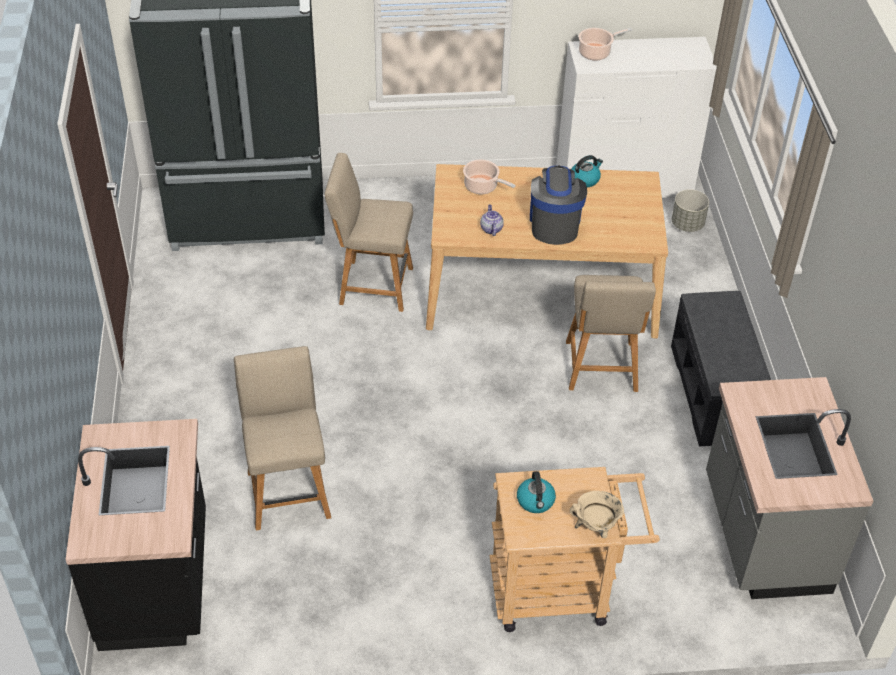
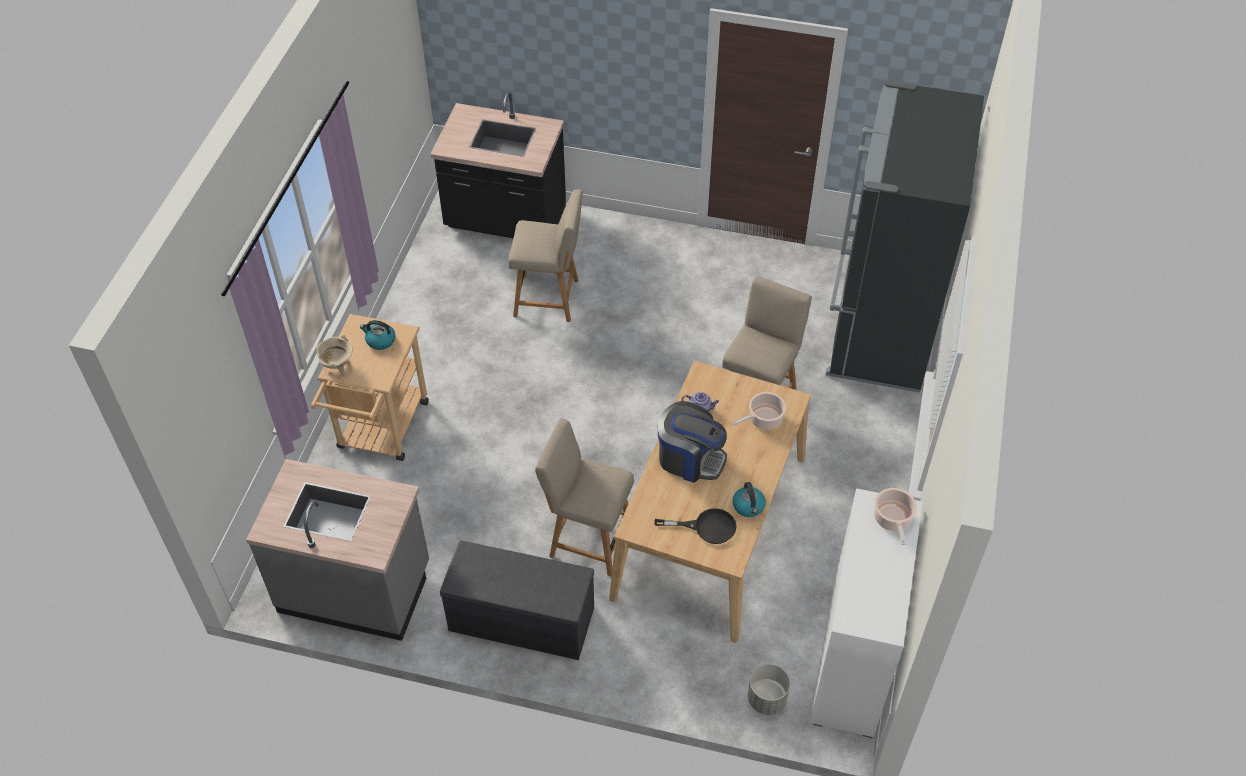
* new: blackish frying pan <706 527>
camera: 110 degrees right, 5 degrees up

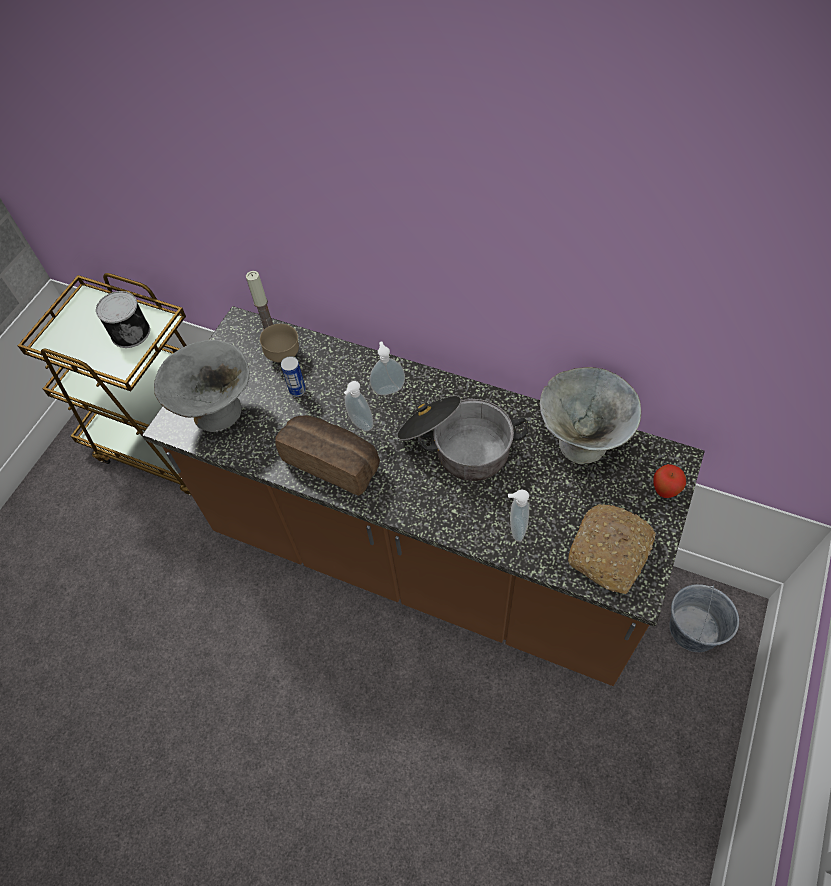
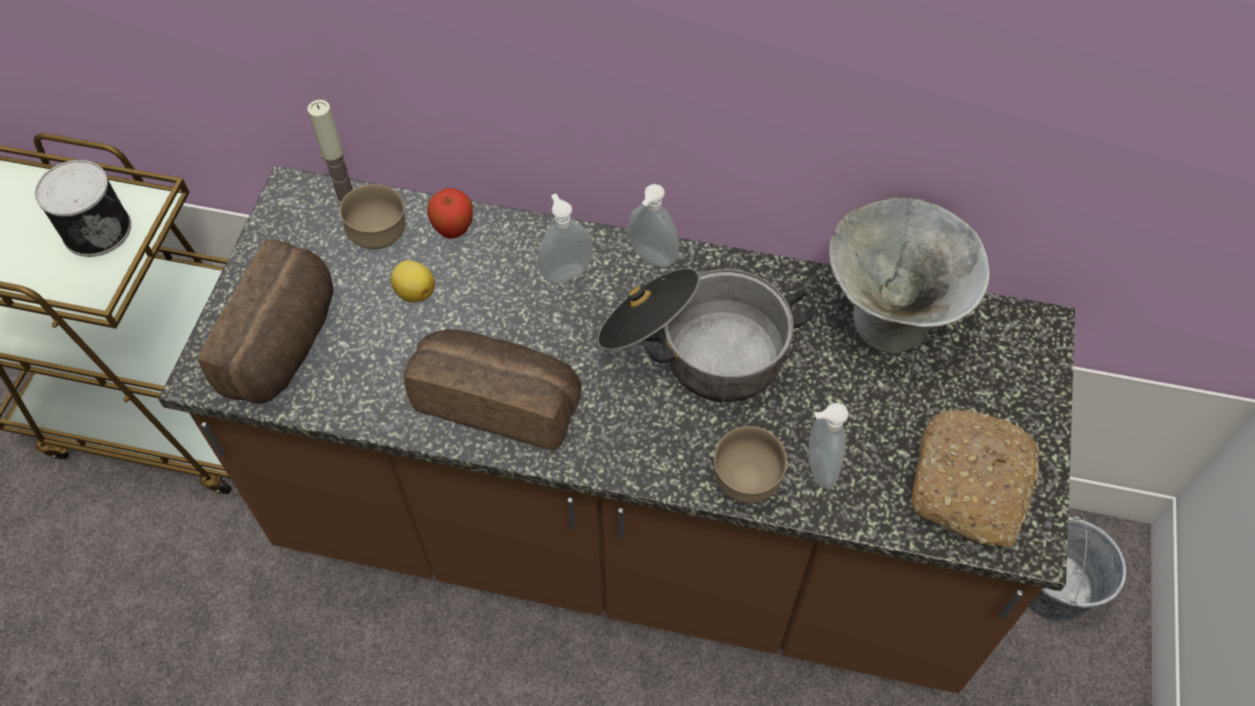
* swapped: greyish deep dish <218 413> to bakery bread <286 345>
* swapped: metal can <297 390> to whole lemon <414 291>
* shifted: liquid soap bottle <359 424> to <651 259>
* shifted: apple fruit <664 491> to <454 230>
* new: brownish deep dish <746 483>
camera: 15 degrees left, 0 degrees up

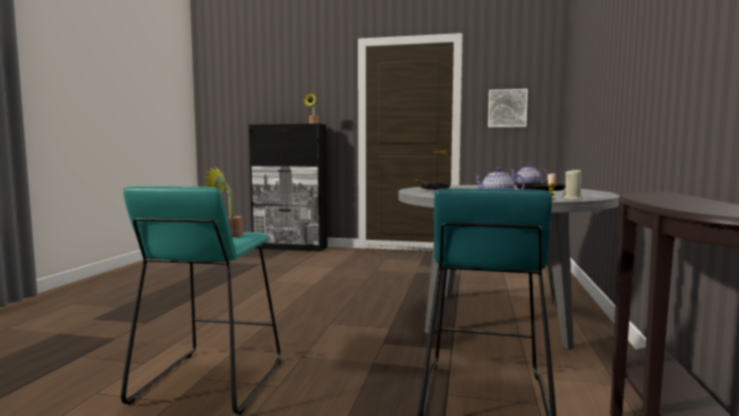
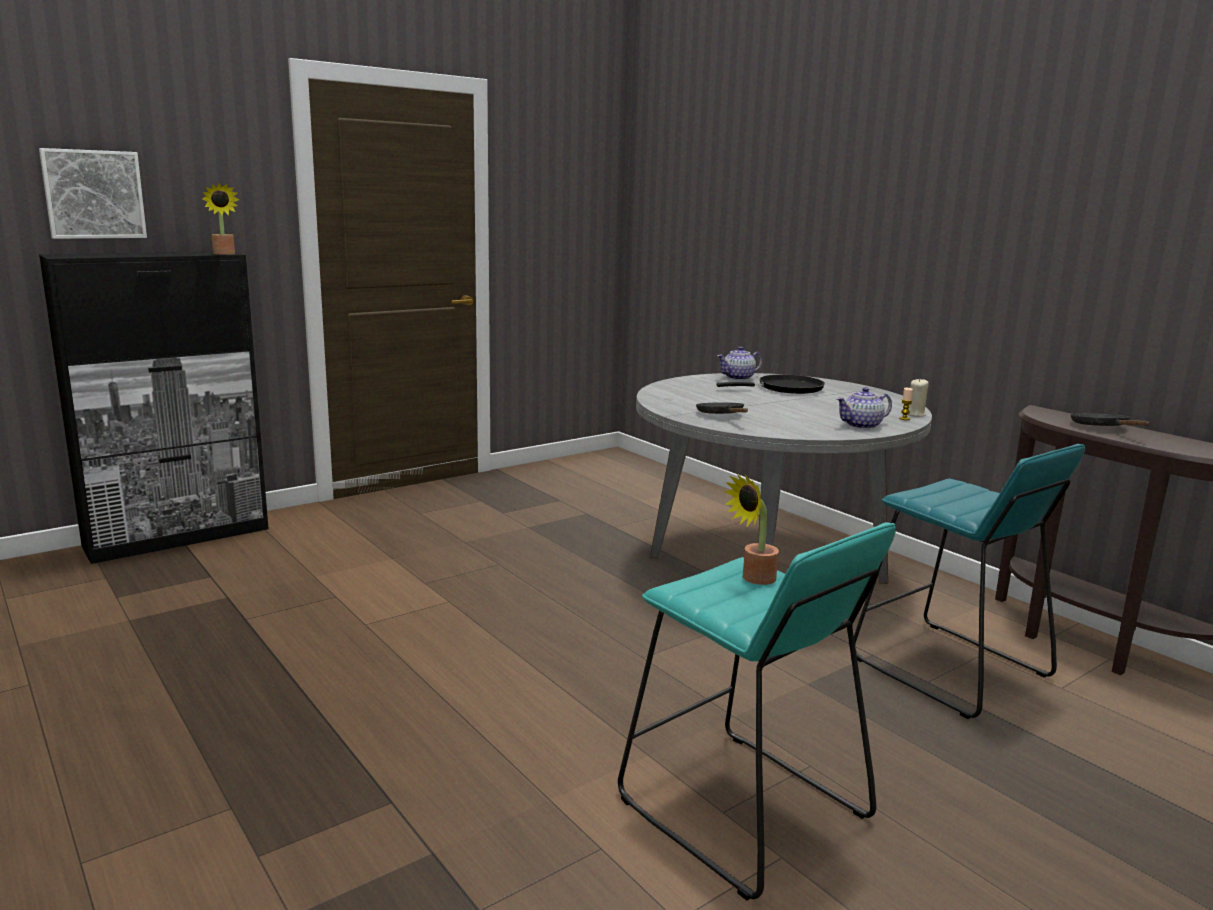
* shifted: wall art <507 108> to <94 194>
* new: blackish frying pan <1102 428>
camera: 50 degrees left, 10 degrees up

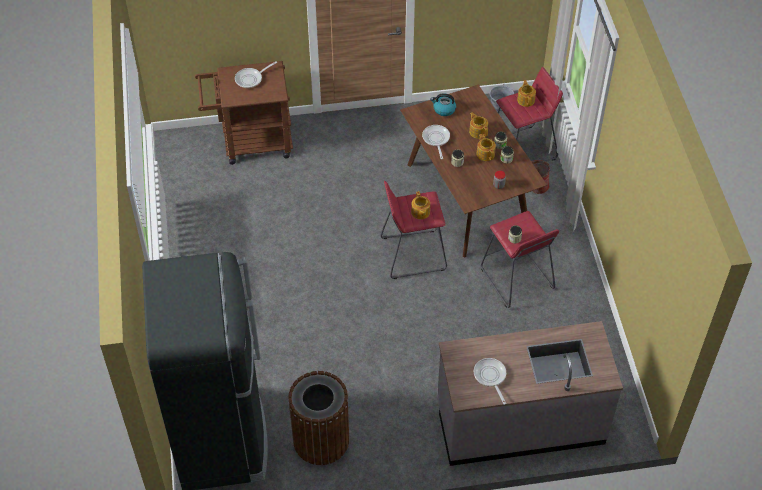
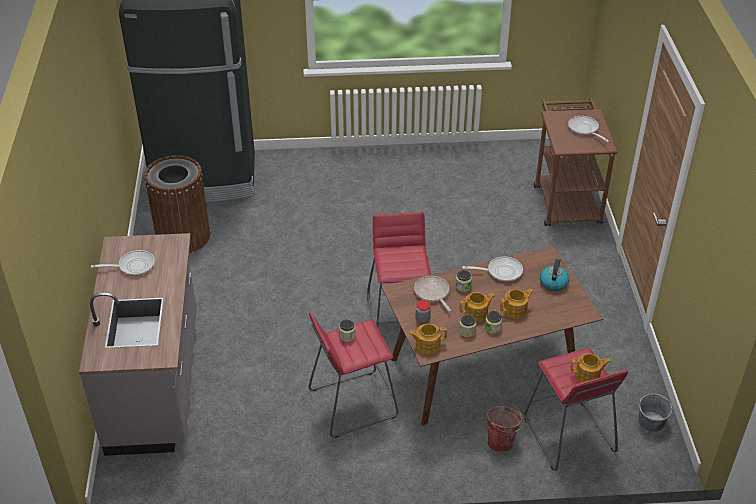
* shifted: teapot <420 212> to <427 344>
* new: frying pan <432 293>
camera: 95 degrees right, 10 degrees down

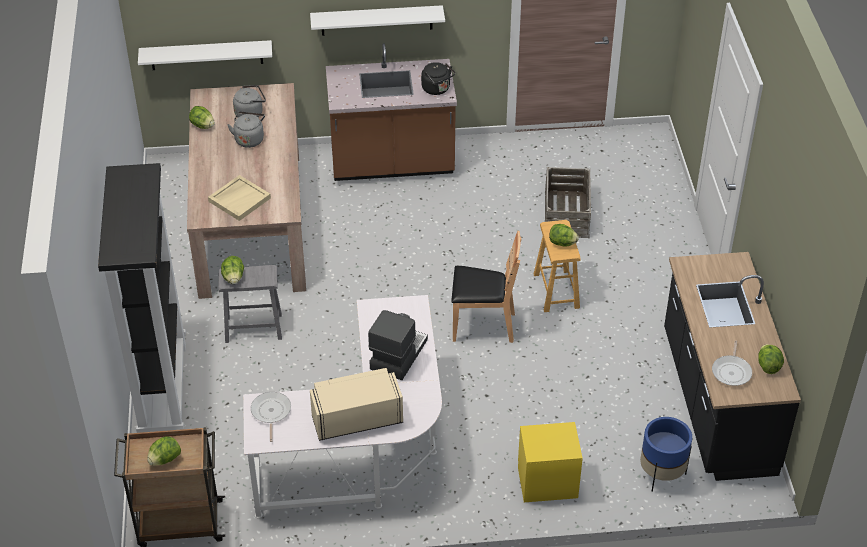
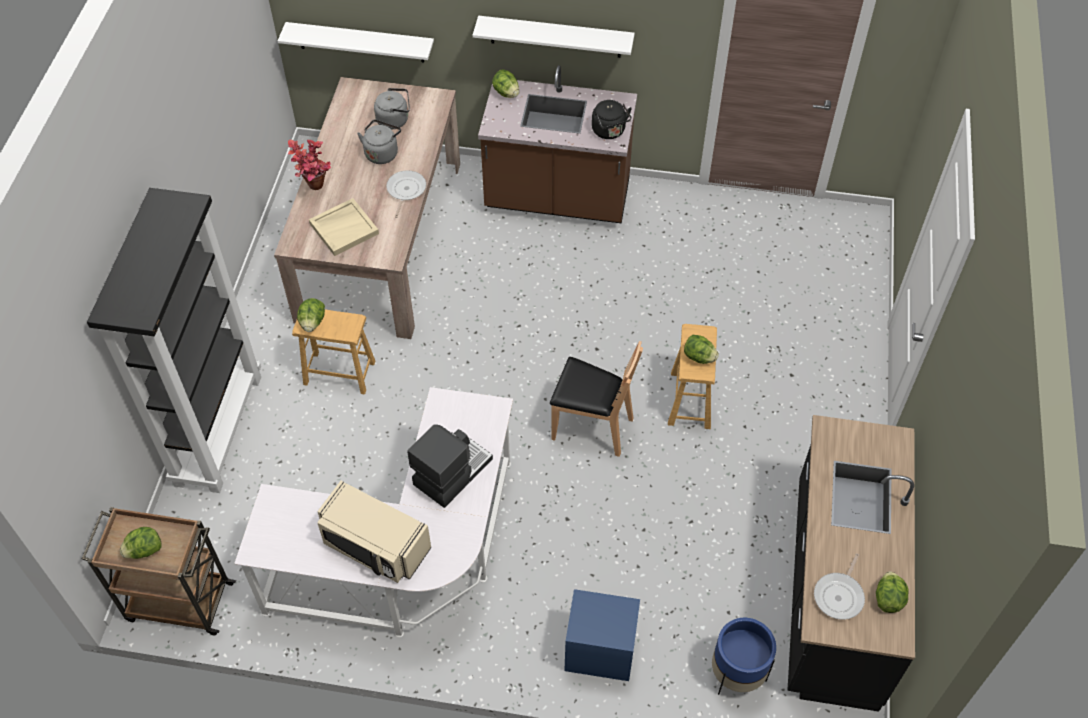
* shifted: lettuce <202 126> to <506 93>
* repainted: greyish sitting stool <253 328> to brownish sitting stool <339 373>
* shifted: frying pan <271 412> to <405 190>
* rotated: beige microwave <356 418> = <375 546> 150 degrees counterclockwise
* repainted: yellow night table <547 482> to blue-coloured night table <600 651>
* gone: crate <565 214>
* new: plant in a pot <315 189>
camera: 15 degrees right, 10 degrees up

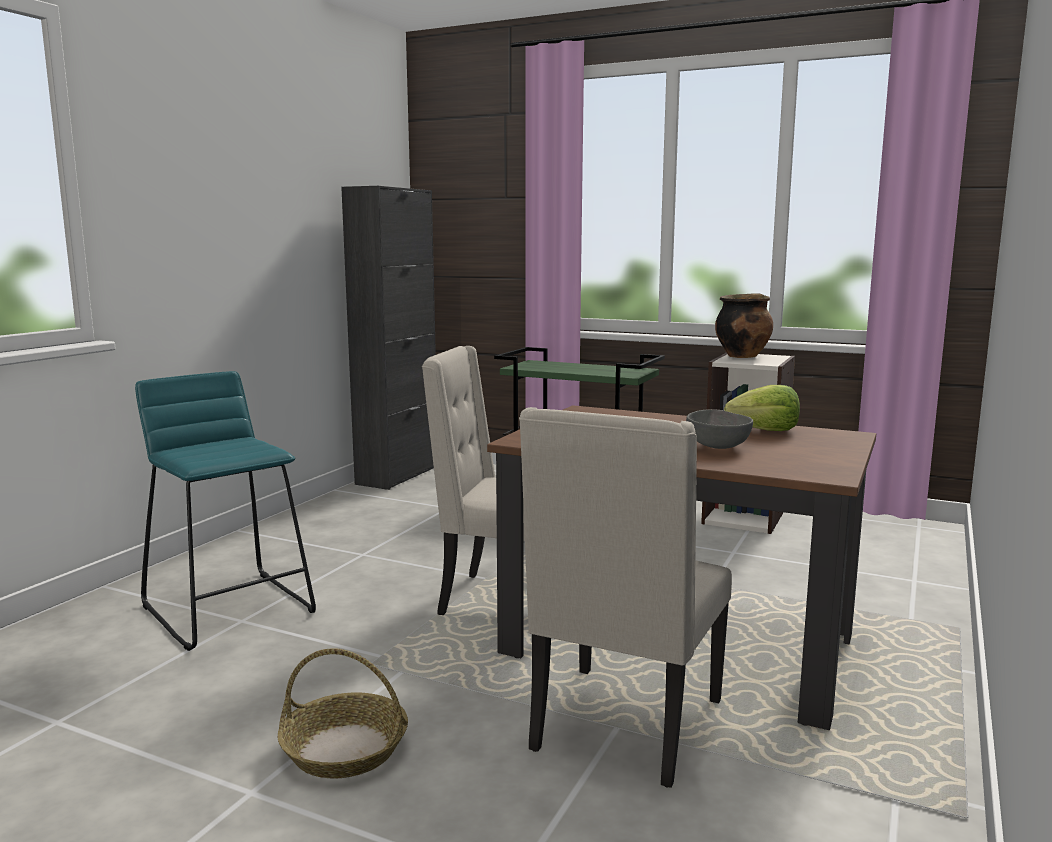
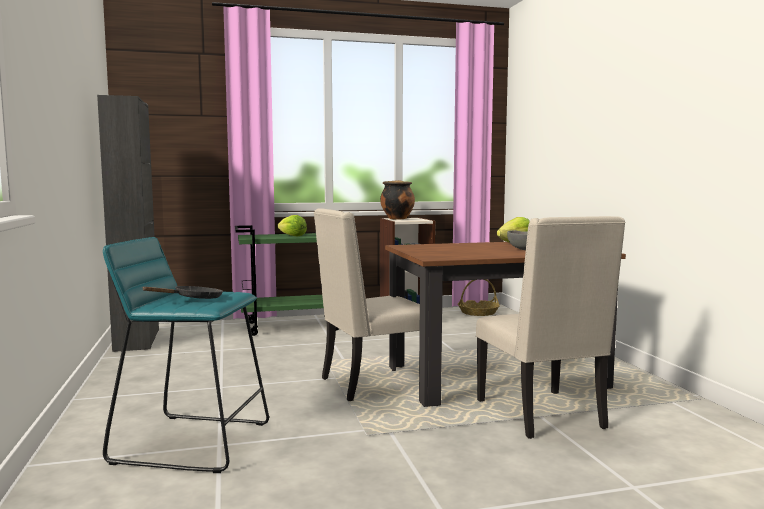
* shifted: basket <344 749> to <478 312>
* new: blackish frying pan <194 299>
* new: lettuce <292 236>
camera: 40 degrees left, 5 degrees down

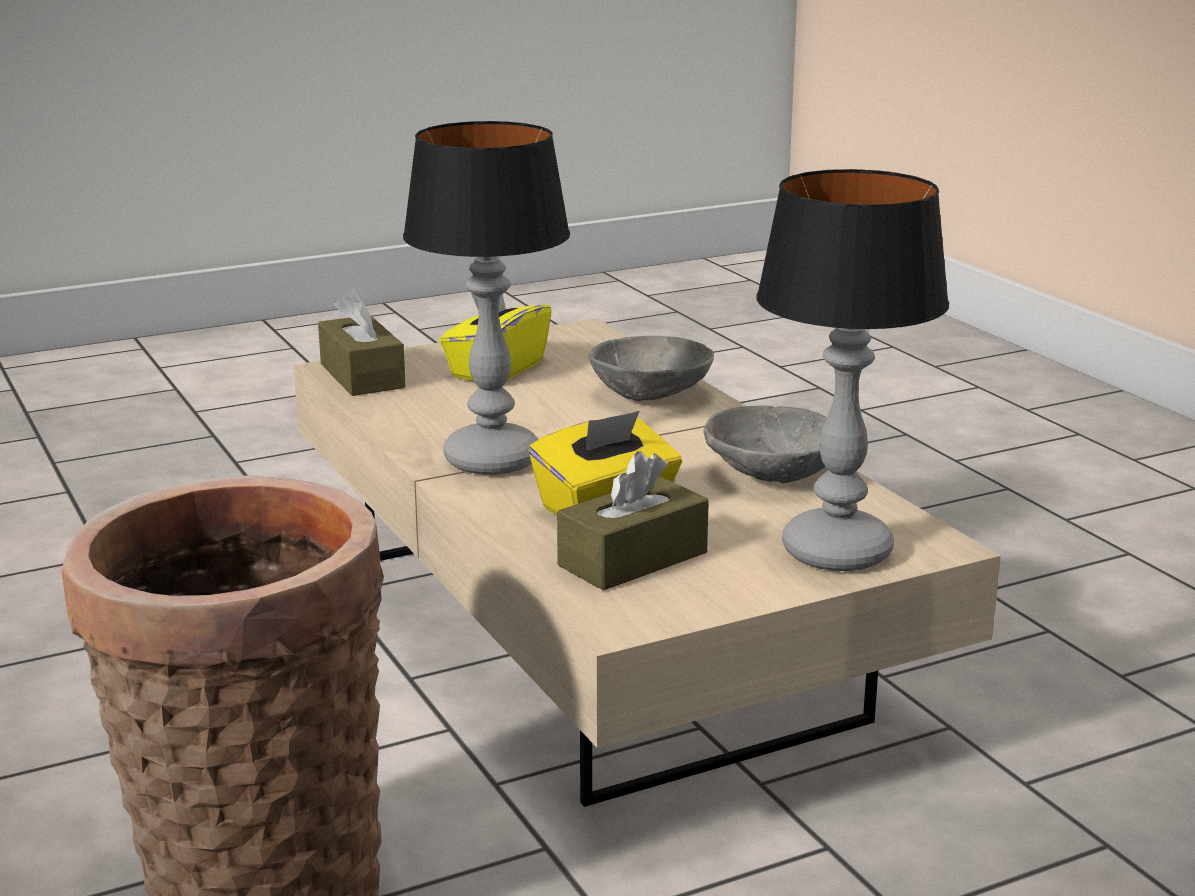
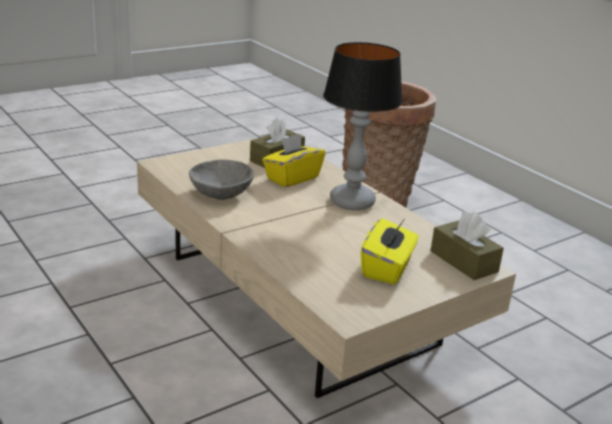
* gone: greyish deep dish <653 396>
* gone: tabletop lamp <838 551>
camera: 170 degrees right, 5 degrees up

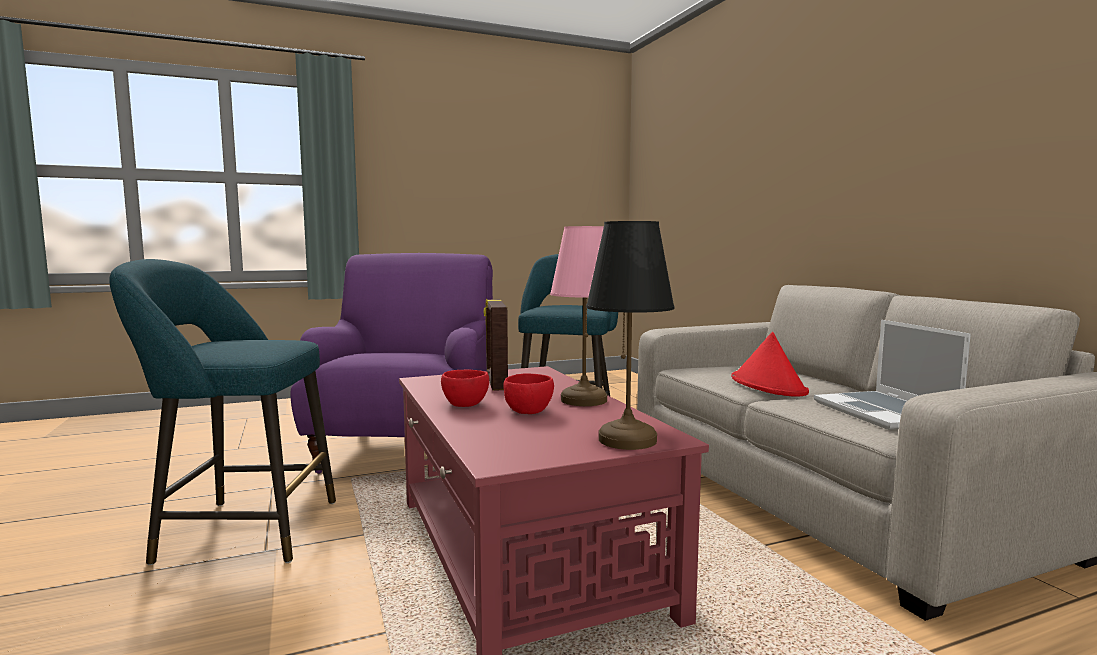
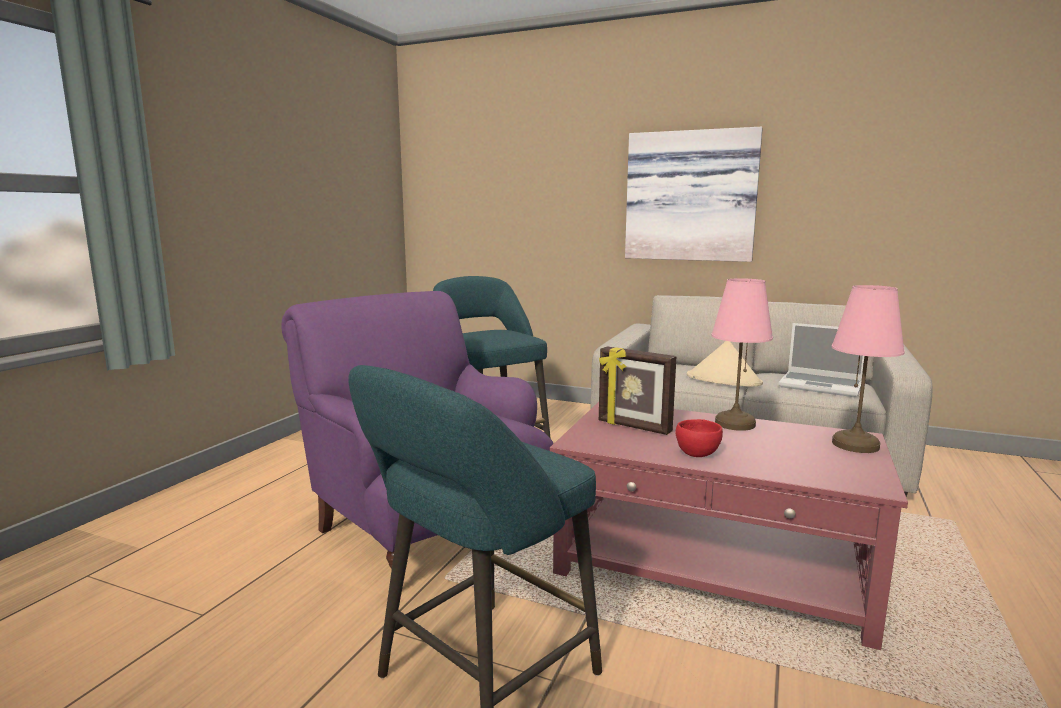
* gone: reddish deep dish <527 411>
* repainted: blackish tabletop lamp <628 440> to pink tabletop lamp <856 444>
* repainted: reddish wearable hat <768 385> to beige wearable hat <724 380>
* new: wall art <691 196>
camera: 45 degrees left, 5 degrees up

